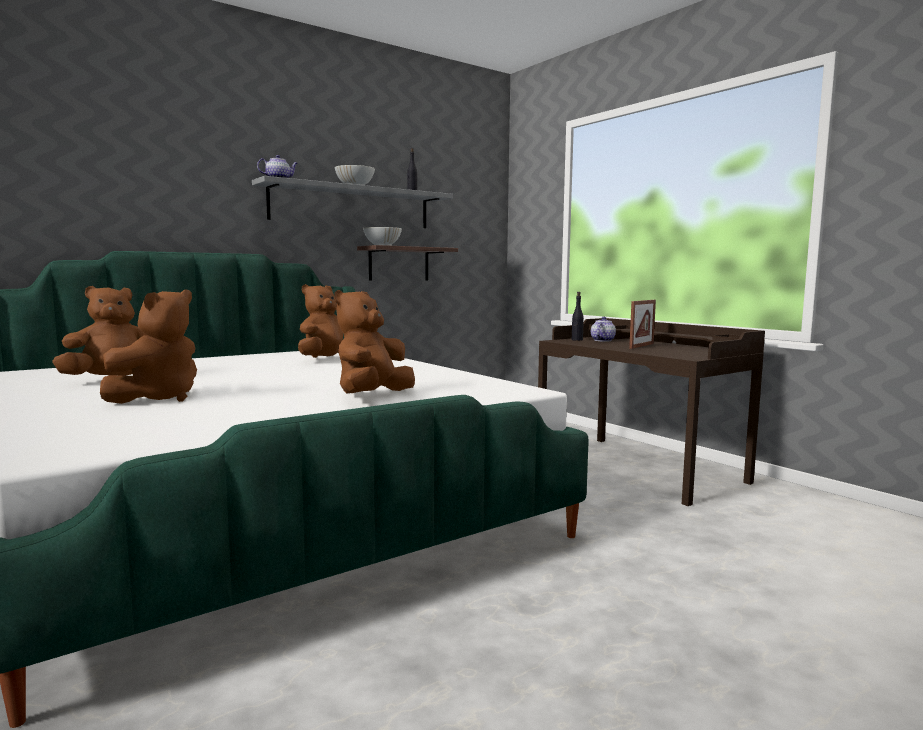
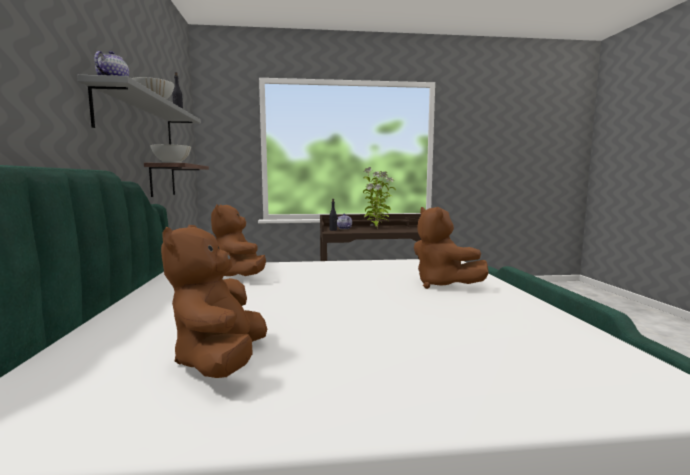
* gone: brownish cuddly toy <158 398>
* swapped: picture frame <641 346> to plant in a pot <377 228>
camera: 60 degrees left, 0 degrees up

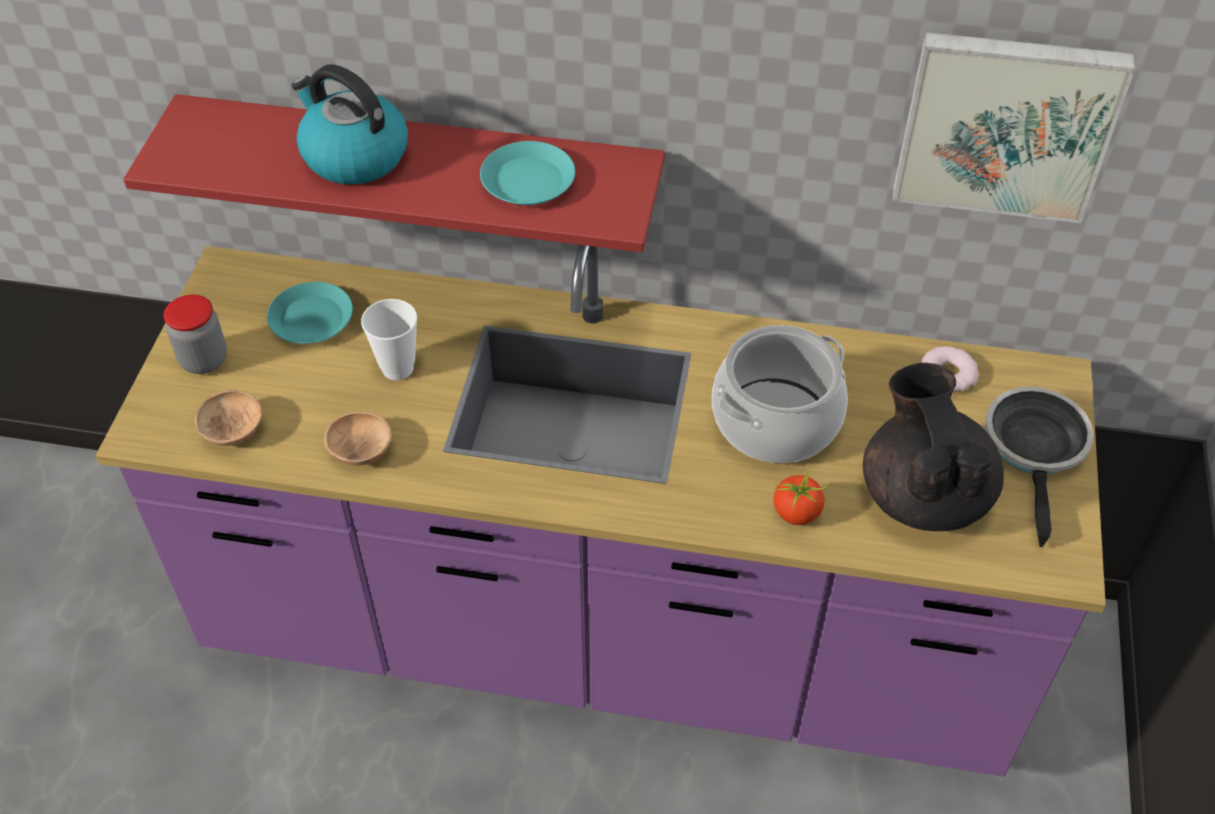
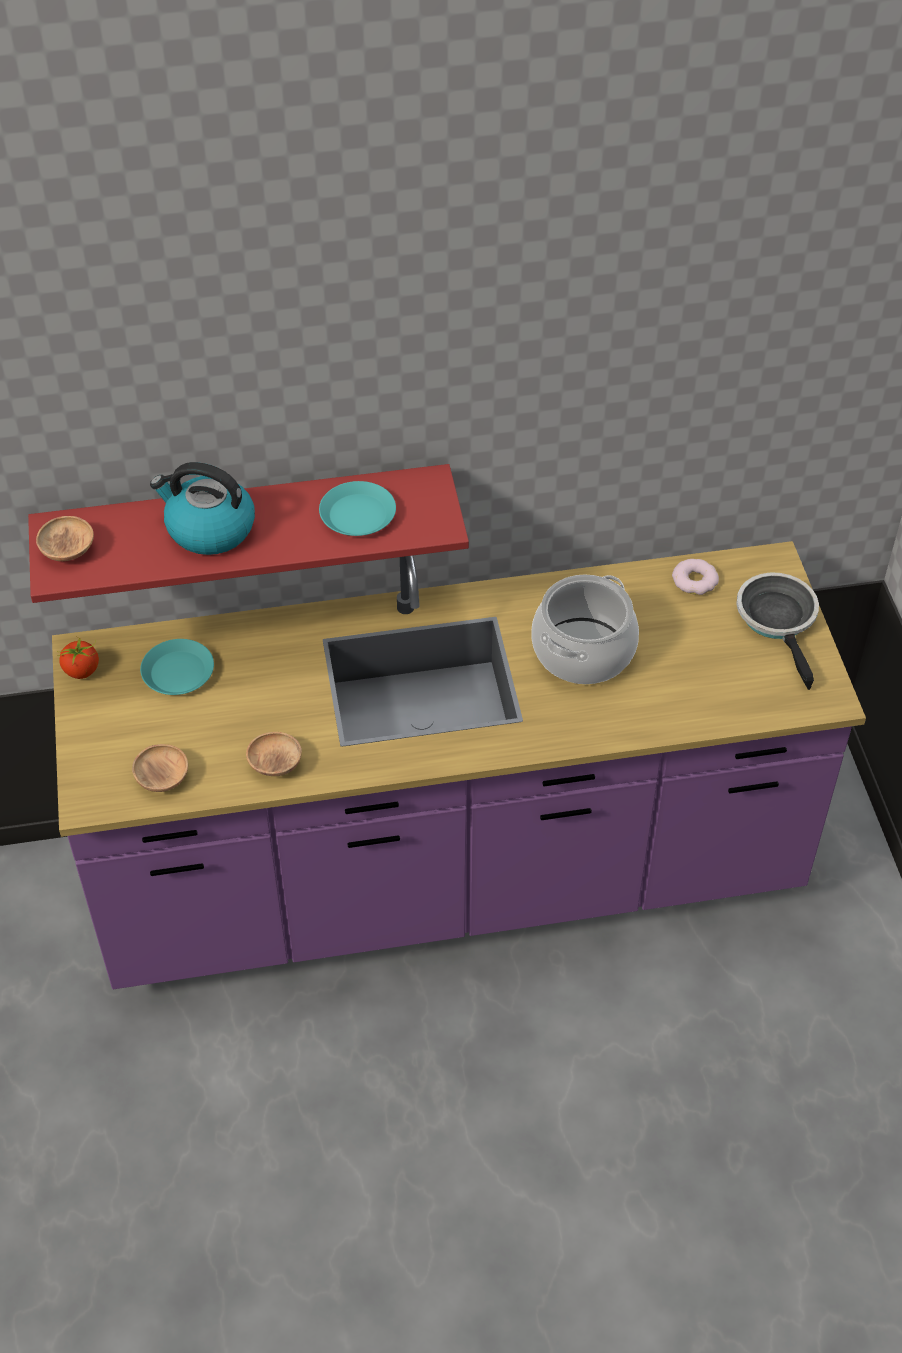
* gone: preserve jar <204 360>
* gone: small cup <397 368>
* shifted: whole tomato <797 513> to <82 670>
* gone: blackish teapot <923 494>
* gone: wall art <1006 123>
* new: brownish deep dish <68 550>
camera: 20 degrees left, 0 degrees up

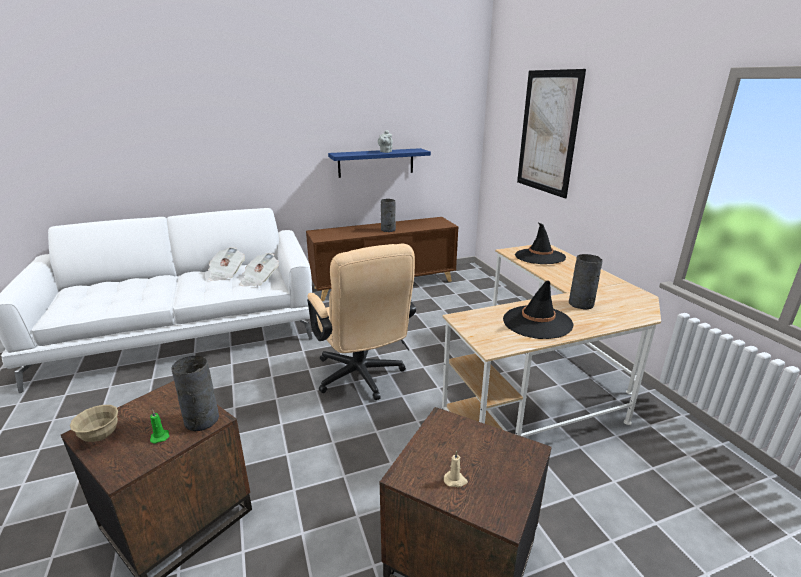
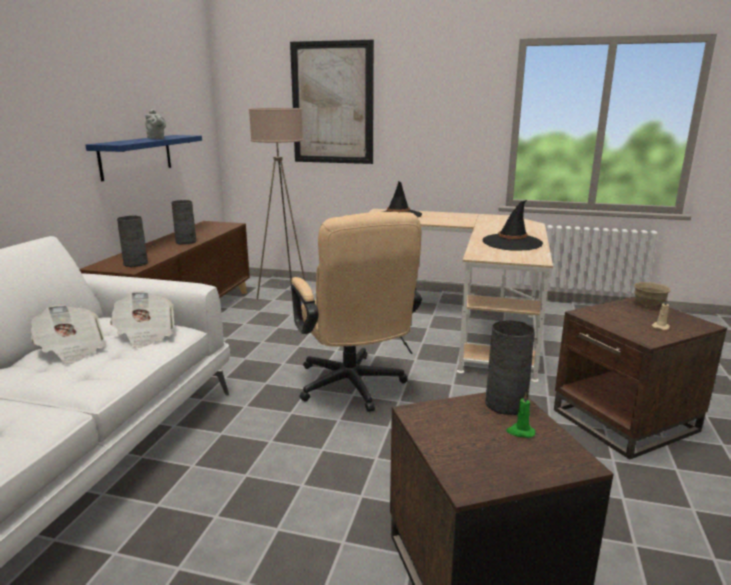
* shifted: beige deep dish <100 436> to <648 305>
* rotated: beige computer chair <362 378> = <353 388> 60 degrees clockwise
* shifted: greyish flower vase <581 304> to <136 264>
* new: beige standard lamp <285 294>
camera: 55 degrees left, 5 degrees down

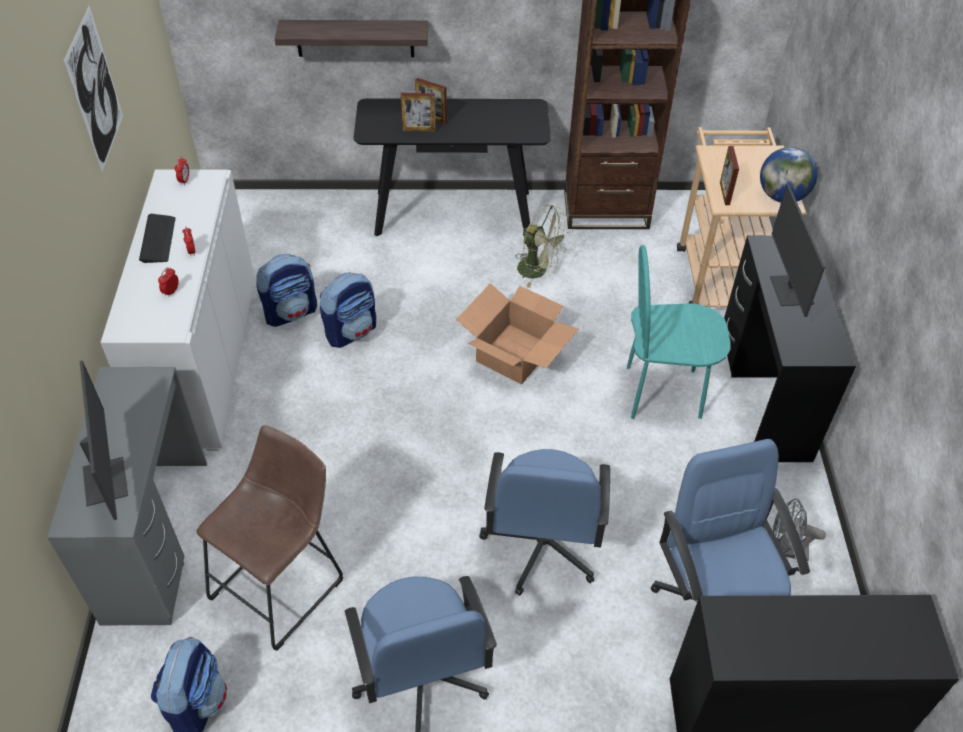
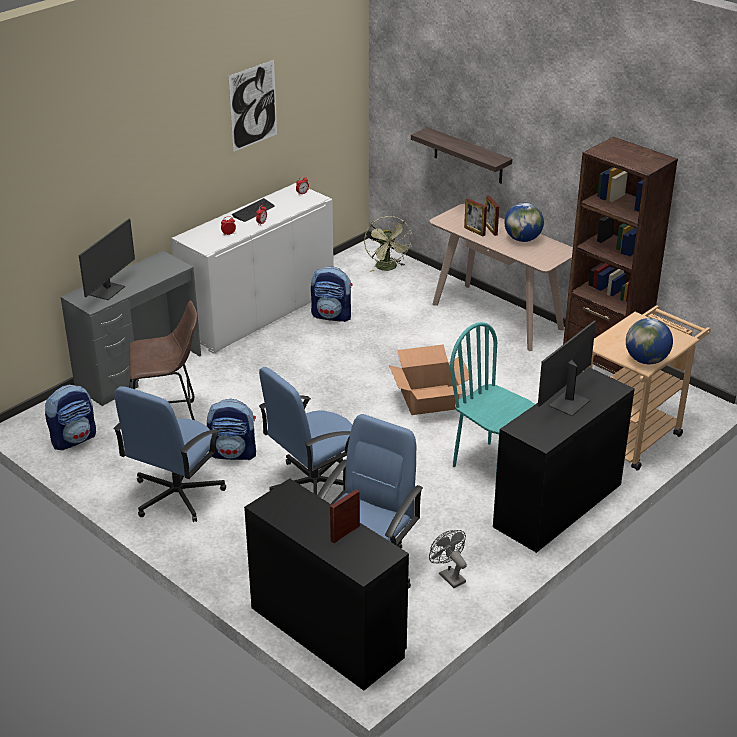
* shifted: knapsack <351 331> to <234 453>
* repainted: blackish hall table <453 212> to beige hall table <497 316>
* shifted: green cooling fan <538 270> to <388 268>
* shifted: picture frame <724 193> to <345 533>
* new: world globe <522 239>
camera: 45 degrees right, 15 degrees down

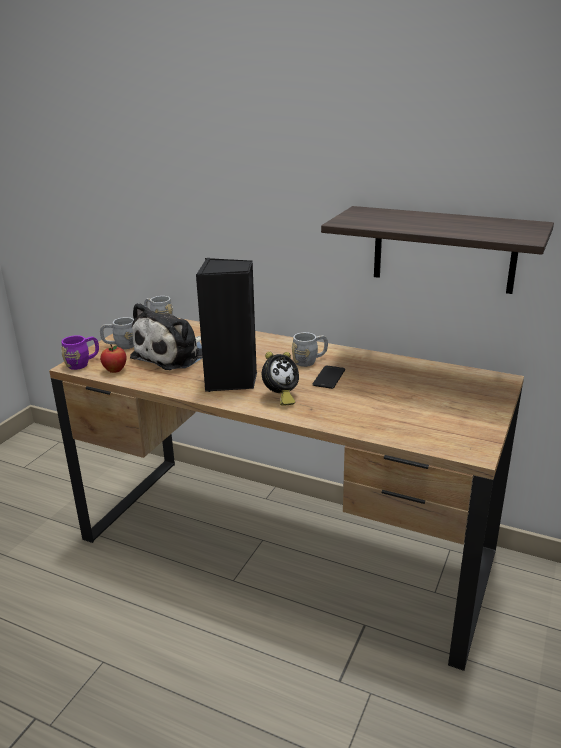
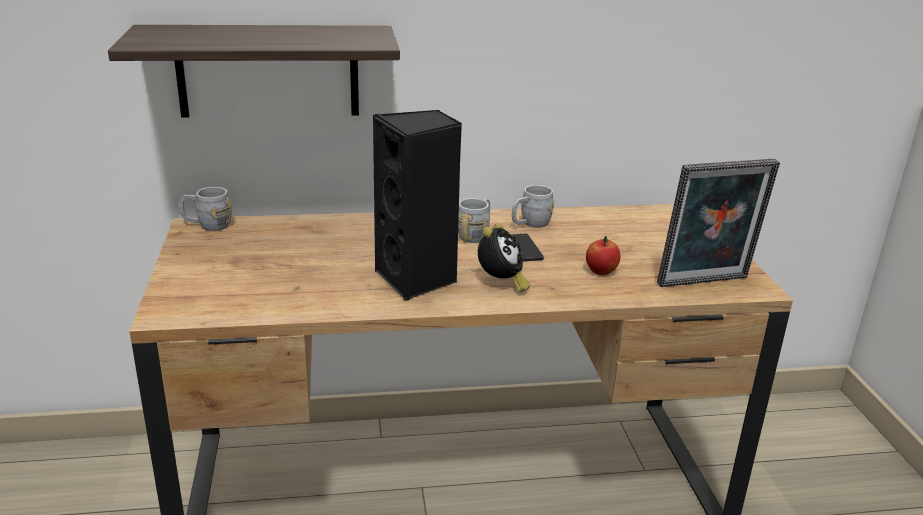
* gone: purplish coffee mug <83 363>
* shifted: greyish coffee mug <120 345> to <530 224>
* shifted: apple fruit <115 370> to <601 272>
* gone: cuddly toy <173 355>
* shifted: shelf <443 249> to <268 71>
* new: picture frame <705 283>
camera: 35 degrees left, 0 degrees up

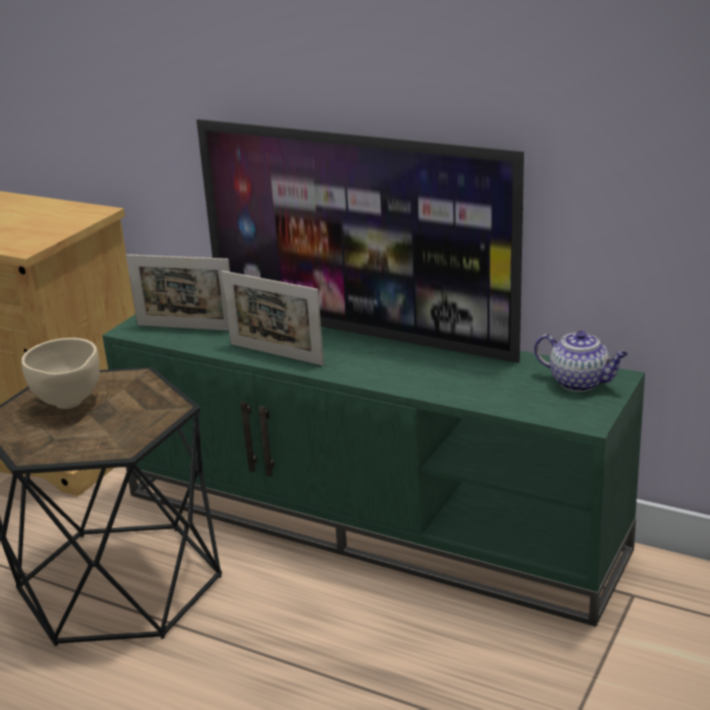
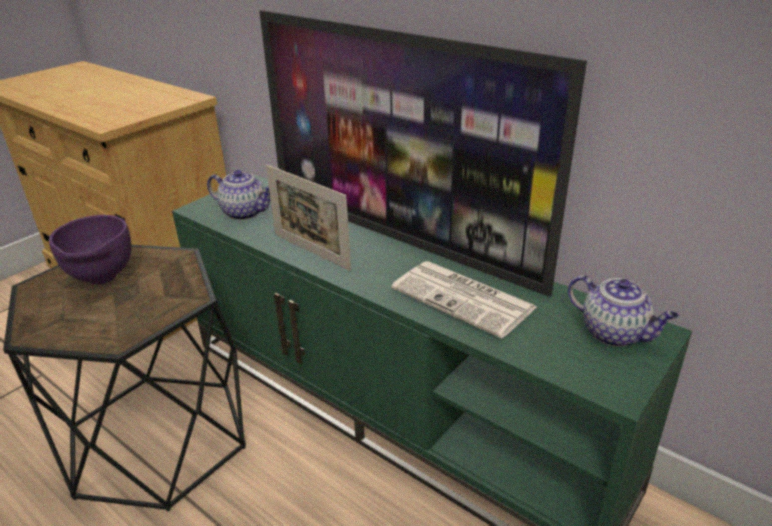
* repainted: beige deep dish <69 405> to purplish deep dish <102 280>
* swapped: picture frame <186 327> to teapot <245 212>
* new: printed paper <465 299>
camera: 10 degrees right, 5 degrees up

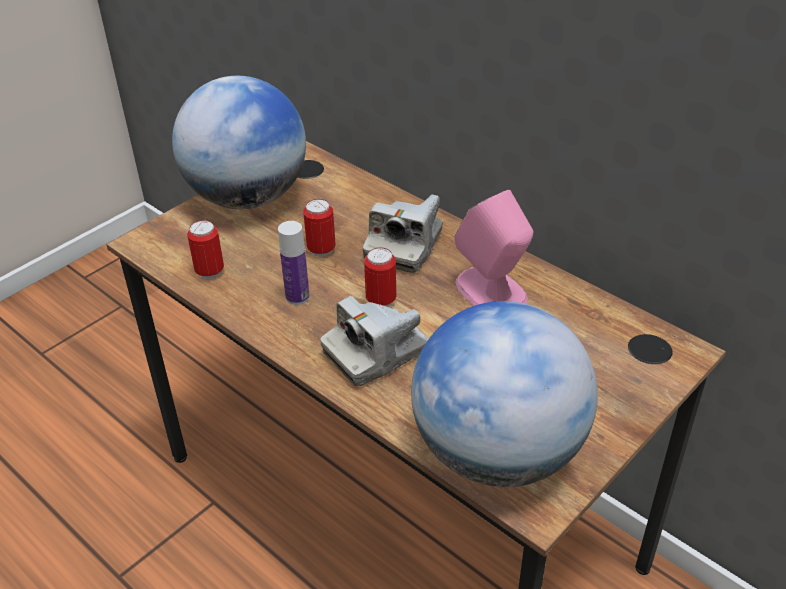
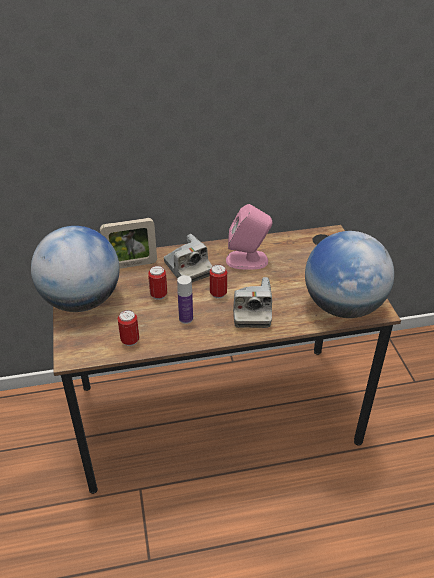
* new: picture frame <131 265>
camera: 55 degrees left, 0 degrees up

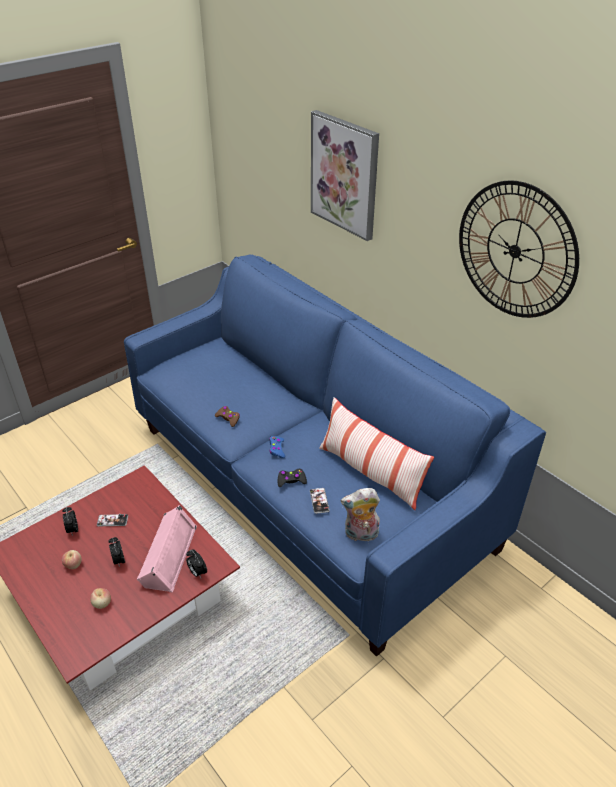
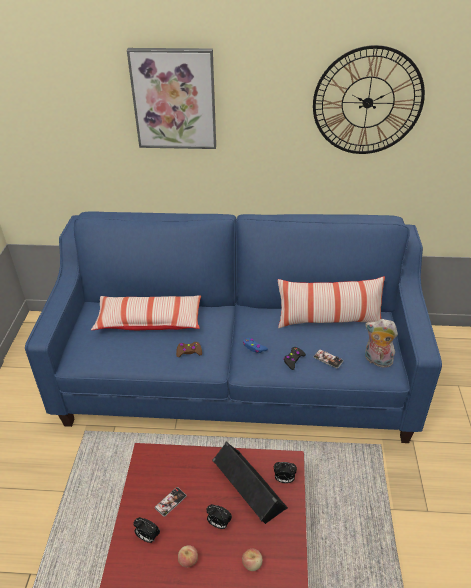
* repainted: pink speaker <167 555> to blackish speaker <247 487>
* rotated: cuddly toy <360 535> = <376 361> 75 degrees clockwise
* new: throw pillow <149 321>
camera: 45 degrees left, 0 degrees up

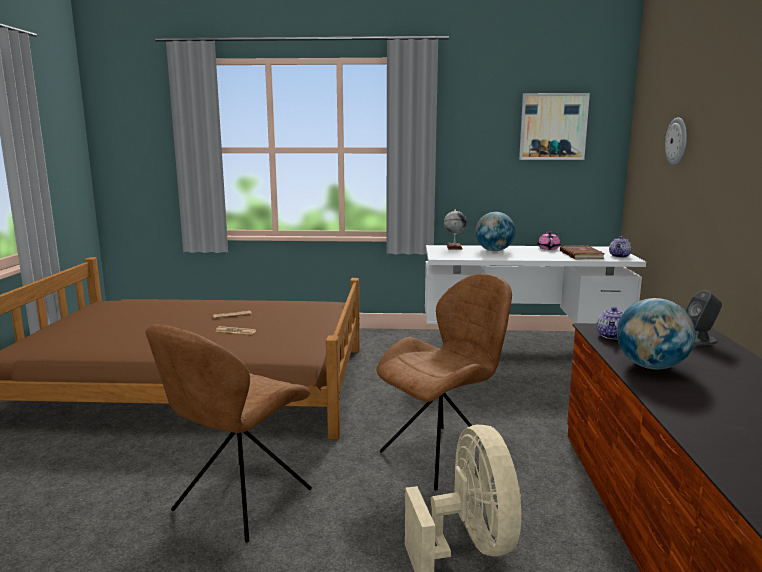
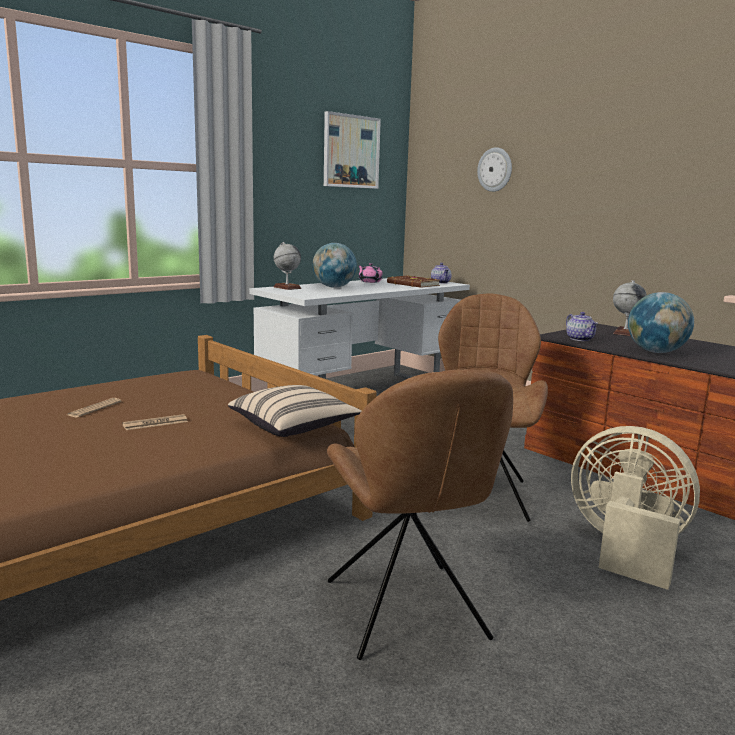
* swapped: greyish speaker <699 340> to world globe <625 333>
* new: beige throw pillow <294 427>
camera: 45 degrees left, 0 degrees up

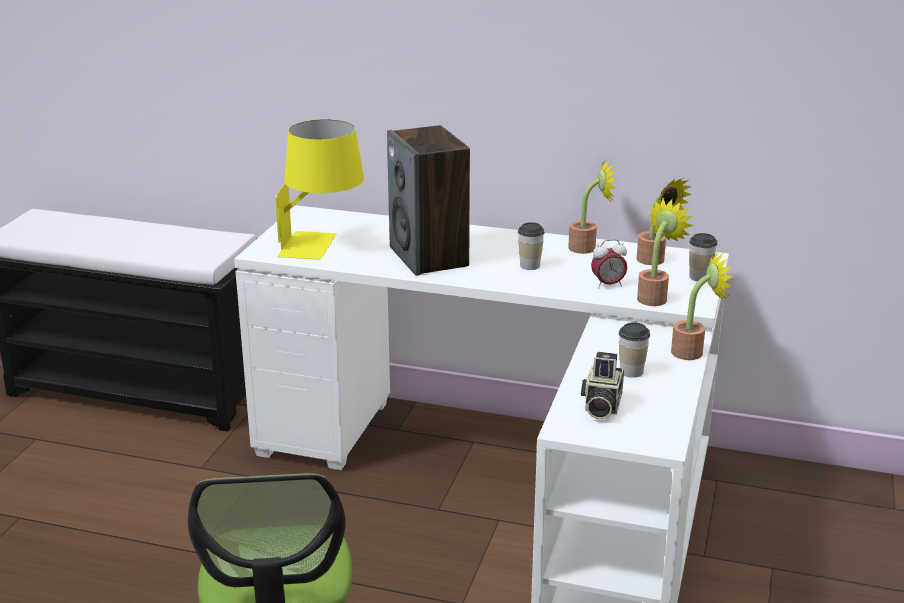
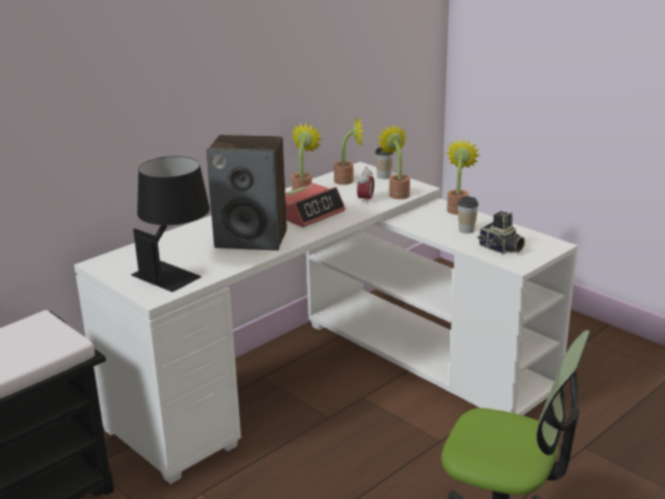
* repainted: yellow tabletop lamp <322 245> to blackish tabletop lamp <176 270>
* swapped: small cup <530 265> to table clock <309 213>
camera: 60 degrees left, 0 degrees up

